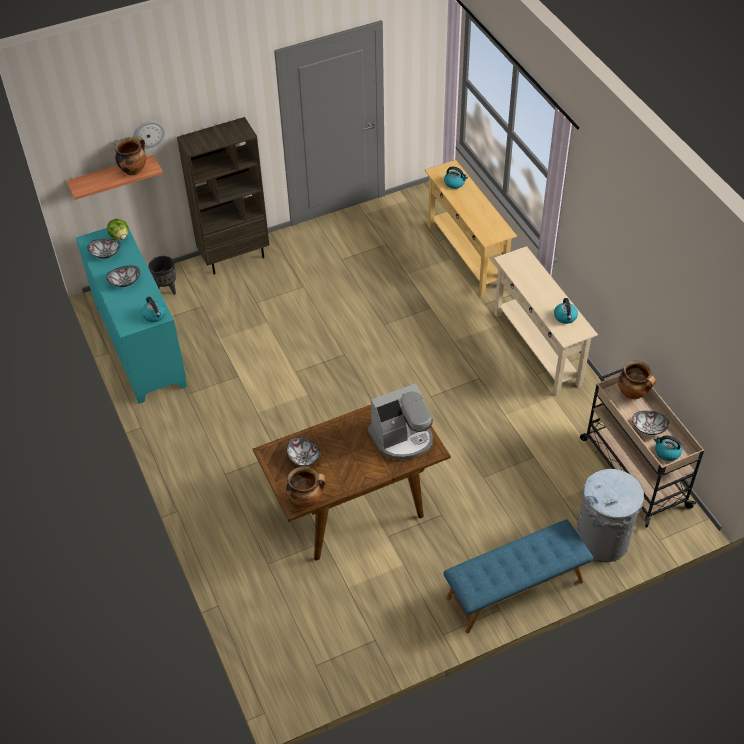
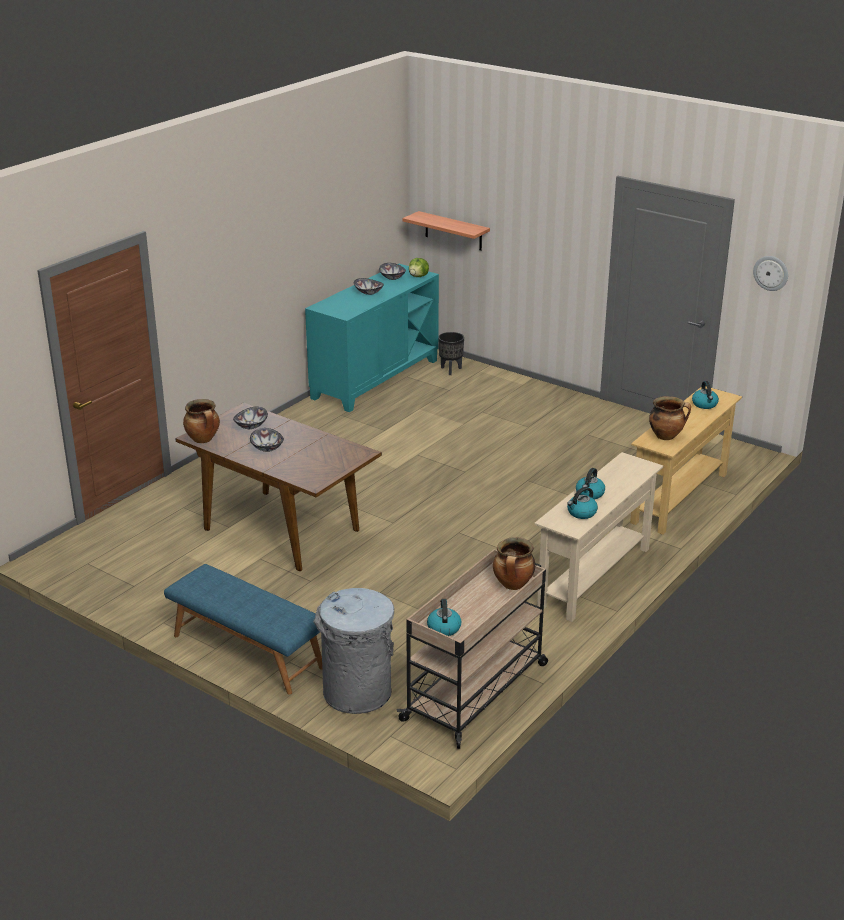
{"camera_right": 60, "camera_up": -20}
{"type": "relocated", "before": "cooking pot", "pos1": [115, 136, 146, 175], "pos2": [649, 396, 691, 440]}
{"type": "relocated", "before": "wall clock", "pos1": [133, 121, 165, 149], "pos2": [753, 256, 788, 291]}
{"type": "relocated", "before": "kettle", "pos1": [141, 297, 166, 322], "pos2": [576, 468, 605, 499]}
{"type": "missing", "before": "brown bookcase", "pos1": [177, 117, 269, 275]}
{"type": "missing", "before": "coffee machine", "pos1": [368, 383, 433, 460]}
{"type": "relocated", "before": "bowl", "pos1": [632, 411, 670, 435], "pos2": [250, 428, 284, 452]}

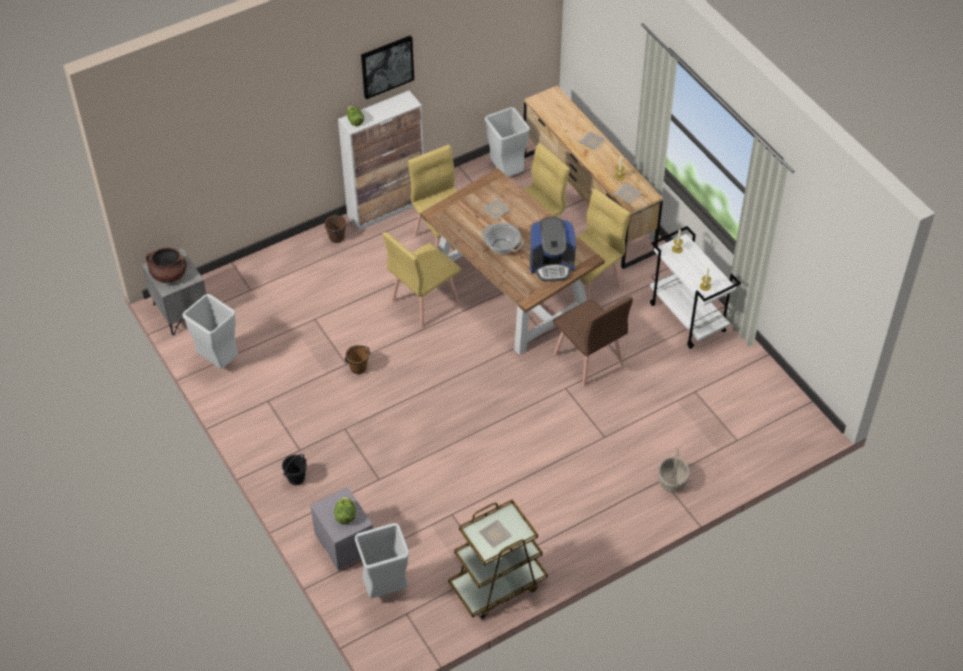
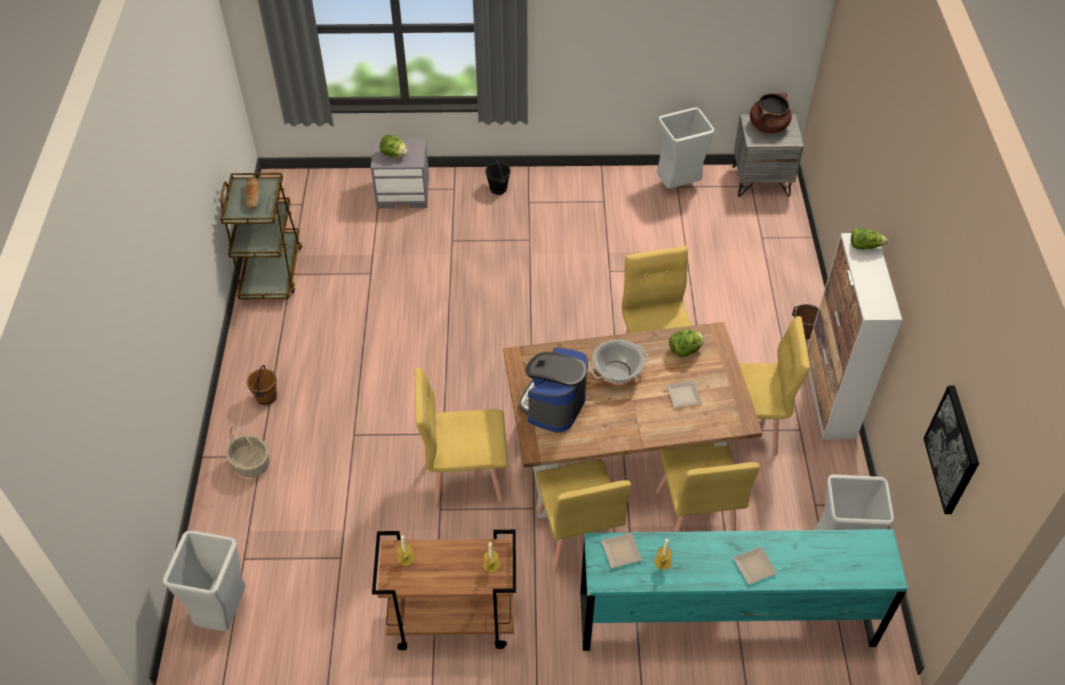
{"camera_right": 120, "camera_up": 0}
{"type": "relocated", "before": "brown bucket", "pos1": [345, 345, 370, 374], "pos2": [247, 365, 277, 405]}
{"type": "relocated", "before": "grey trash can", "pos1": [355, 523, 409, 598], "pos2": [163, 530, 246, 632]}
{"type": "relocated", "before": "picture", "pos1": [361, 36, 414, 99], "pos2": [923, 386, 979, 514]}
{"type": "exchanged", "before": "plate", "after": "bread", "pos1": [479, 520, 512, 548], "pos2": [245, 177, 260, 210]}
{"type": "colour", "before": "brown dresser", "after": "turquoise dresser", "pos1": [524, 86, 663, 269], "pos2": [580, 529, 908, 651]}
{"type": "colour", "before": "brown chair", "after": "yellow chair", "pos1": [553, 296, 633, 386], "pos2": [415, 367, 508, 507]}
{"type": "colour", "before": "white cart", "after": "brown cart", "pos1": [650, 226, 741, 349], "pos2": [372, 530, 516, 650]}
{"type": "appeared", "after": "lettuce", "pos2": [669, 330, 705, 357]}

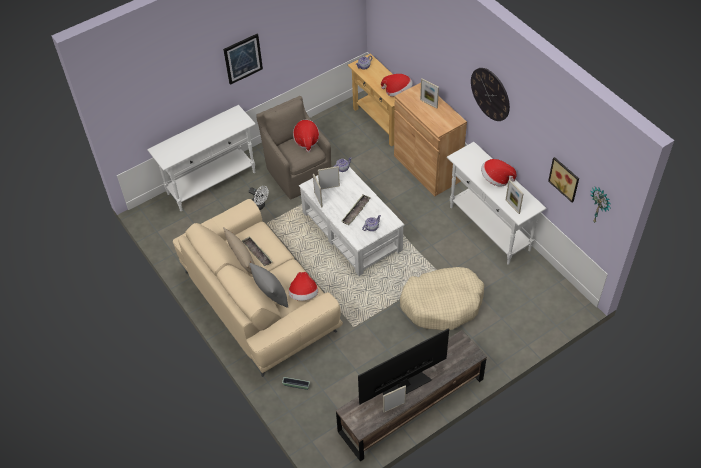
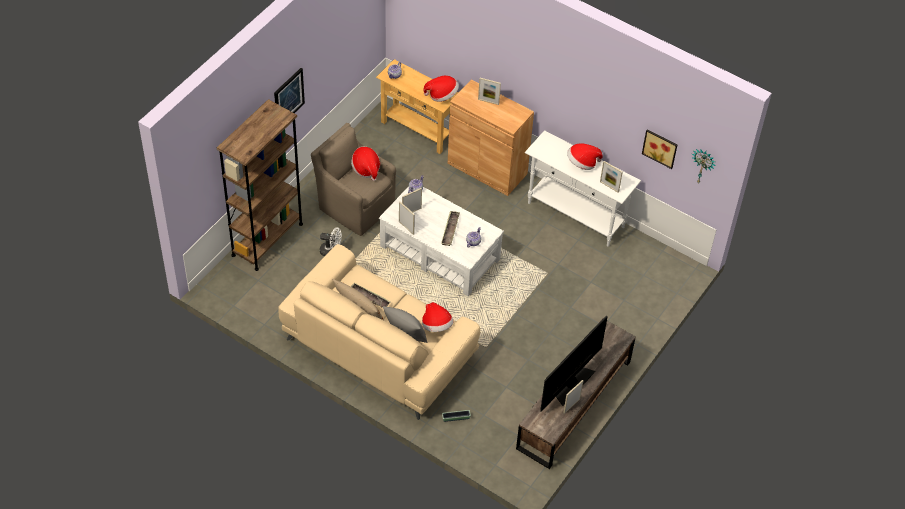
{"camera_right": -25, "camera_up": 0}
{"type": "exchanged", "before": "white console table", "after": "brown bookcase", "pos1": [147, 105, 256, 211], "pos2": [217, 99, 303, 271]}
{"type": "missing", "before": "beige dog bed", "pos1": [400, 267, 484, 330]}
{"type": "missing", "before": "wall clock", "pos1": [471, 68, 510, 121]}

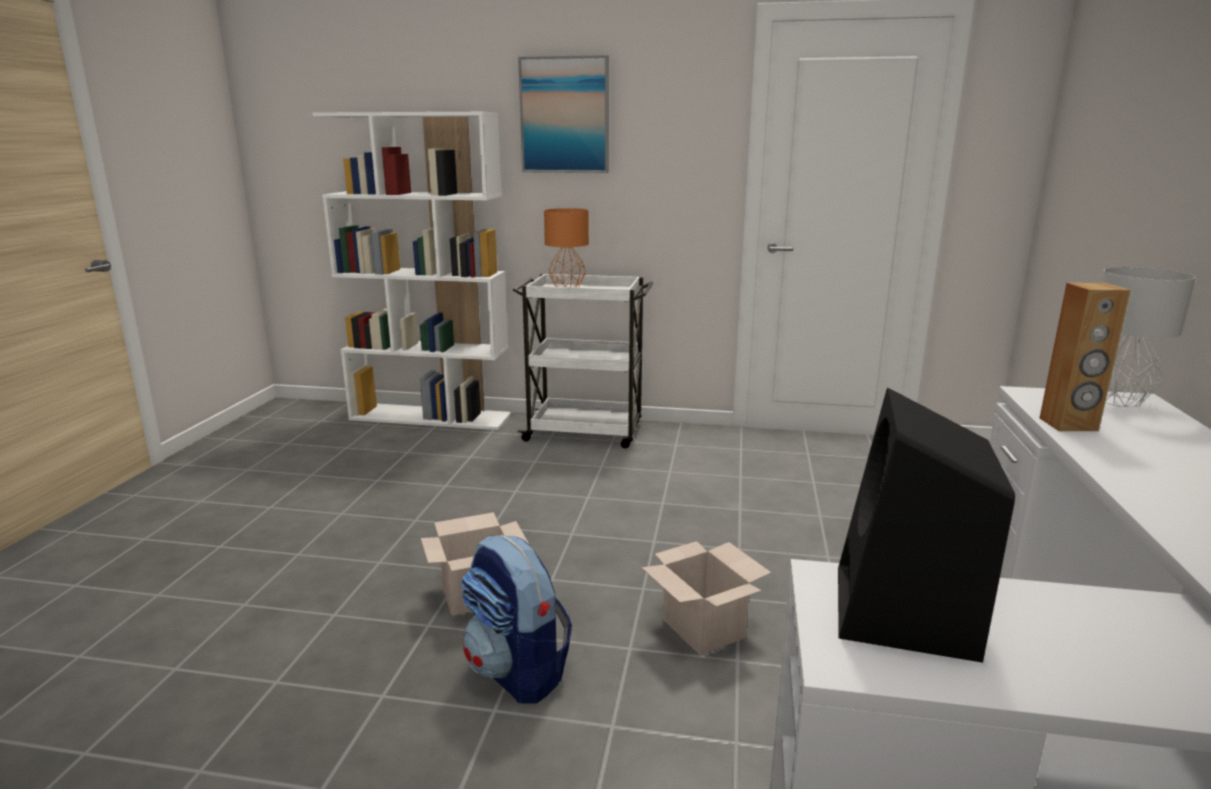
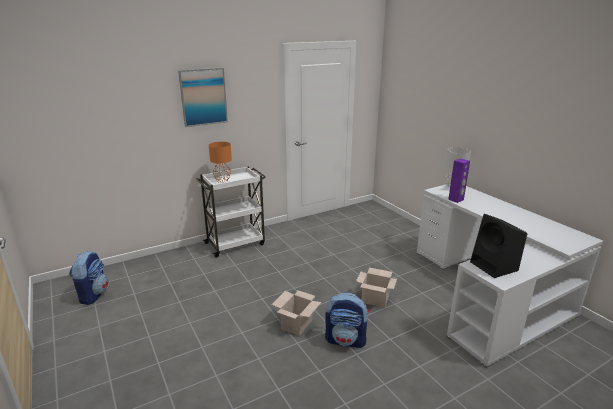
{"camera_right": -40, "camera_up": 5}
{"type": "missing", "before": "white bookcase", "pos1": [313, 112, 511, 430]}
{"type": "colour", "before": "brown speaker", "after": "purple speaker", "pos1": [1039, 283, 1131, 431], "pos2": [448, 158, 470, 203]}
{"type": "appeared", "after": "backpack", "pos2": [69, 251, 108, 305]}

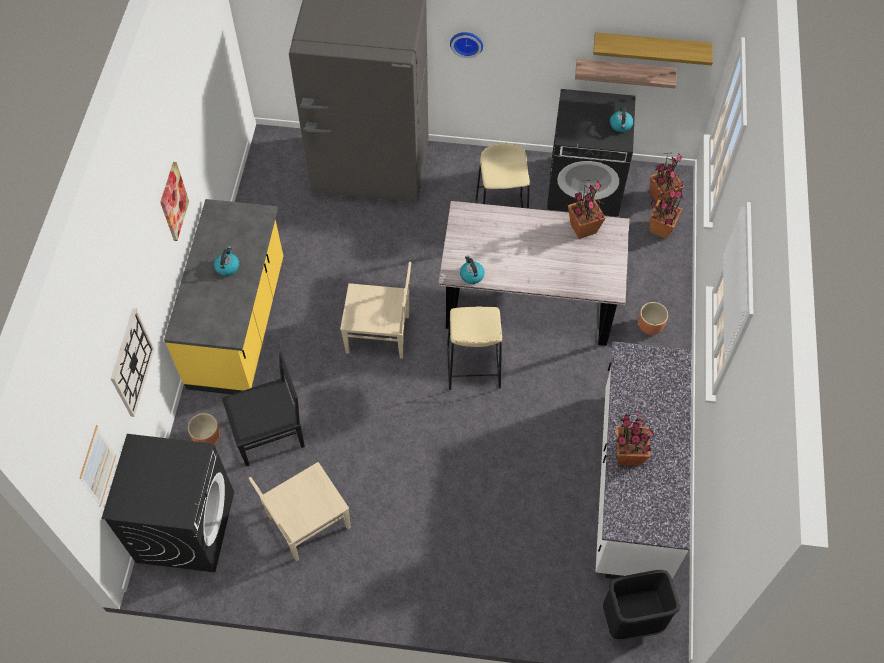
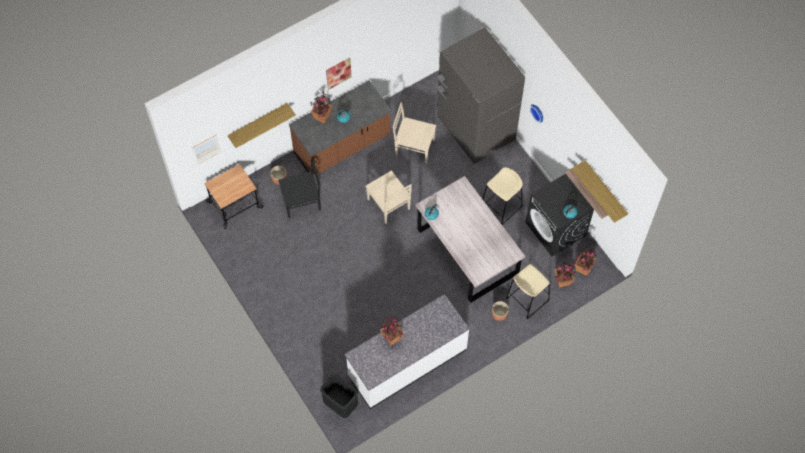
{"camera_right": 50, "camera_up": 5}
{"type": "exchanged", "before": "black washing machine", "after": "cart", "pos1": [101, 434, 234, 572], "pos2": [204, 164, 263, 229]}
{"type": "exchanged", "before": "wall clock", "after": "shelf", "pos1": [111, 308, 155, 417], "pos2": [228, 103, 296, 148]}
{"type": "colour", "before": "yellow counter", "after": "brown counter", "pos1": [164, 199, 283, 394], "pos2": [289, 81, 392, 176]}
{"type": "spun", "before": "black chair", "pos1": [222, 352, 305, 467], "pos2": [278, 158, 321, 218], "turn": -45}
{"type": "relocated", "before": "beige chair", "pos1": [249, 462, 351, 562], "pos2": [393, 103, 436, 163]}
{"type": "relocated", "before": "beige stool", "pos1": [447, 307, 502, 390], "pos2": [506, 264, 550, 319]}
{"type": "relocated", "before": "potted plant", "pos1": [568, 180, 606, 239], "pos2": [311, 92, 333, 124]}

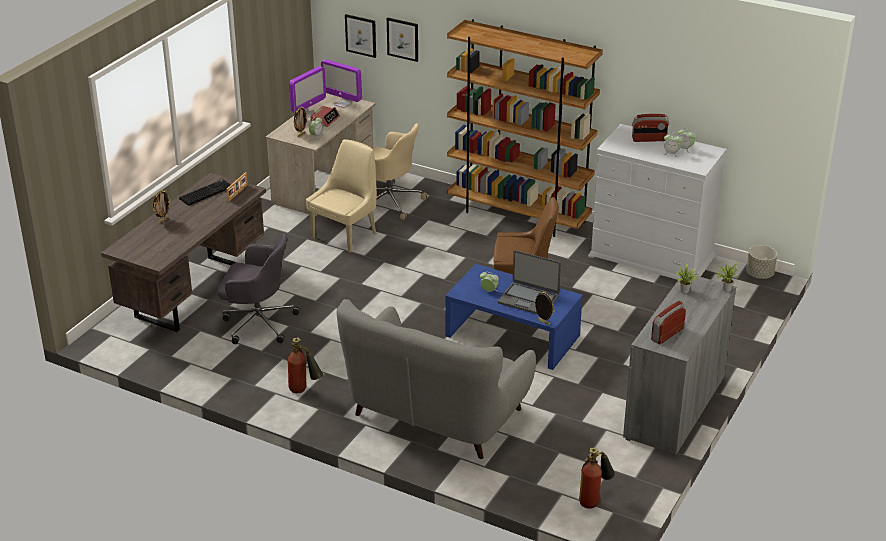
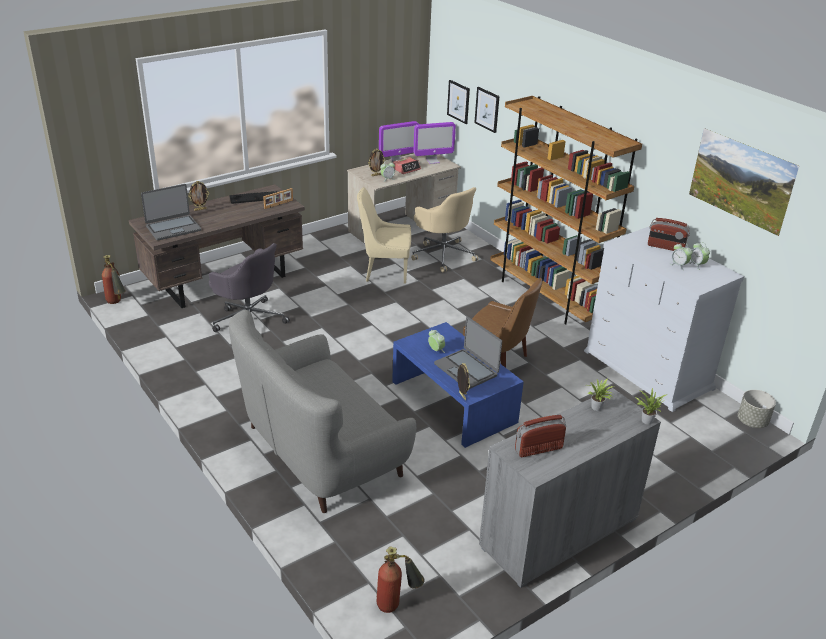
{"camera_right": 25, "camera_up": 0}
{"type": "relocated", "before": "fire extinguisher", "pos1": [288, 337, 323, 393], "pos2": [102, 255, 126, 304]}
{"type": "spun", "before": "beige chair", "pos1": [306, 139, 377, 252], "pos2": [357, 187, 411, 284], "turn": -150}
{"type": "spun", "before": "monitor", "pos1": [321, 59, 362, 108], "pos2": [413, 122, 456, 164], "turn": -75}
{"type": "appeared", "after": "laptop", "pos2": [141, 184, 201, 241]}
{"type": "appeared", "after": "picture", "pos2": [689, 128, 799, 236]}

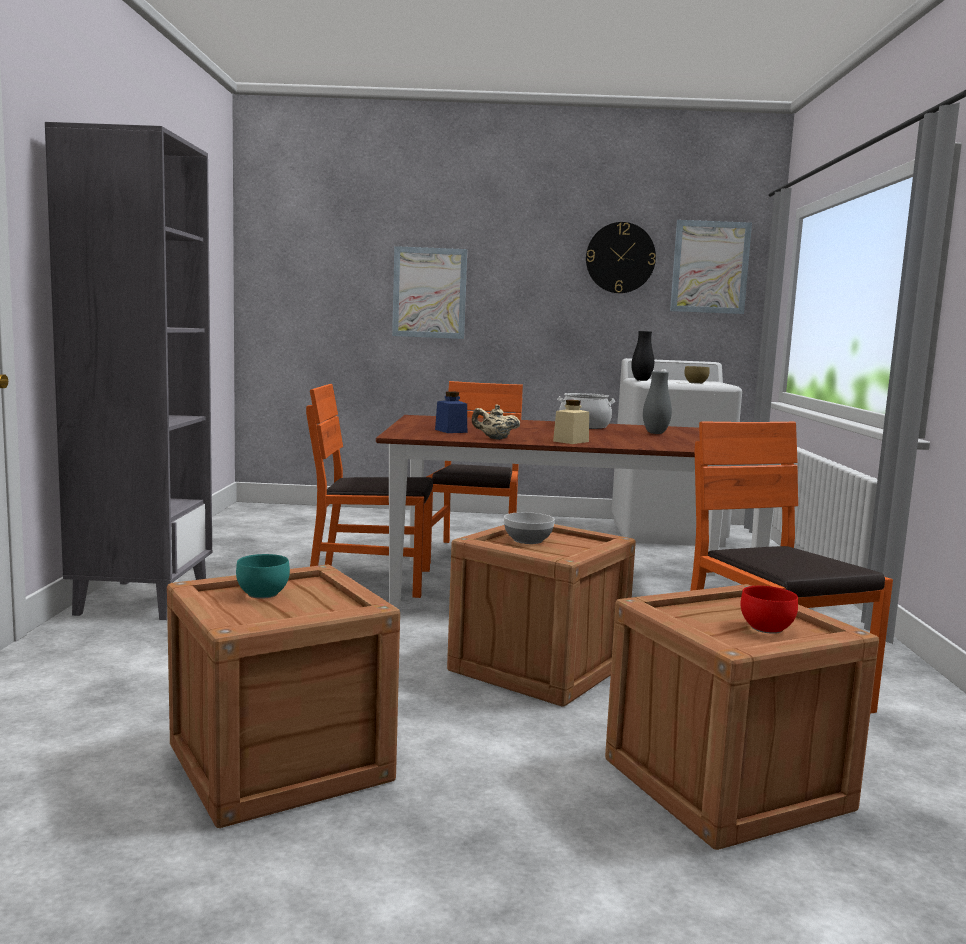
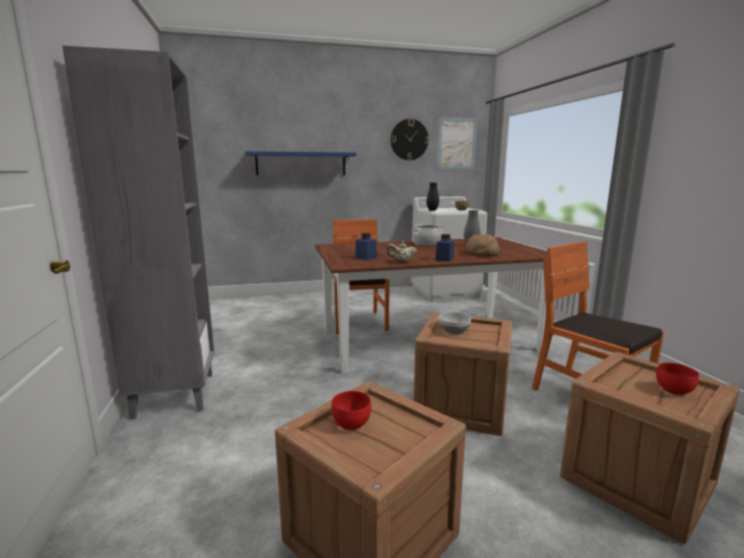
{"camera_right": -15, "camera_up": 5}
{"type": "colour", "before": "turquoise bowl", "after": "red bowl", "pos1": [236, 554, 290, 599], "pos2": [331, 391, 371, 431]}
{"type": "missing", "before": "orange chair", "pos1": [306, 384, 433, 598]}
{"type": "exchanged", "before": "picture", "after": "blue shelf", "pos1": [392, 246, 467, 339], "pos2": [245, 151, 357, 175]}
{"type": "colour", "before": "beige jar", "after": "blue jar", "pos1": [553, 400, 589, 444], "pos2": [435, 234, 454, 262]}
{"type": "appeared", "after": "bread", "pos2": [466, 234, 500, 256]}

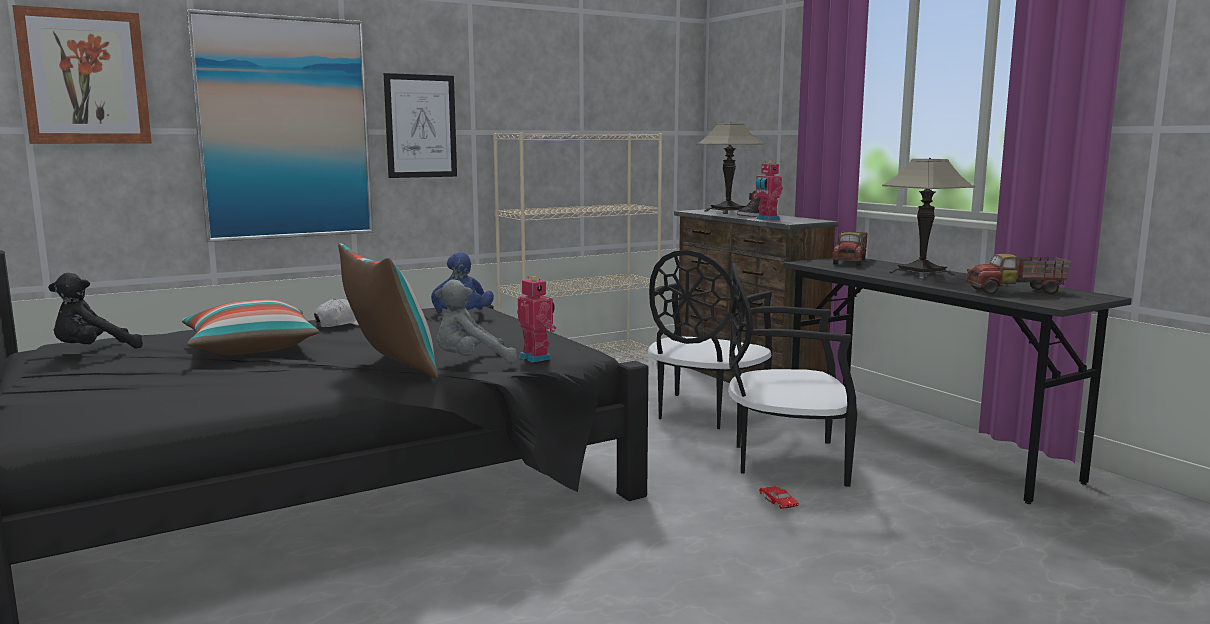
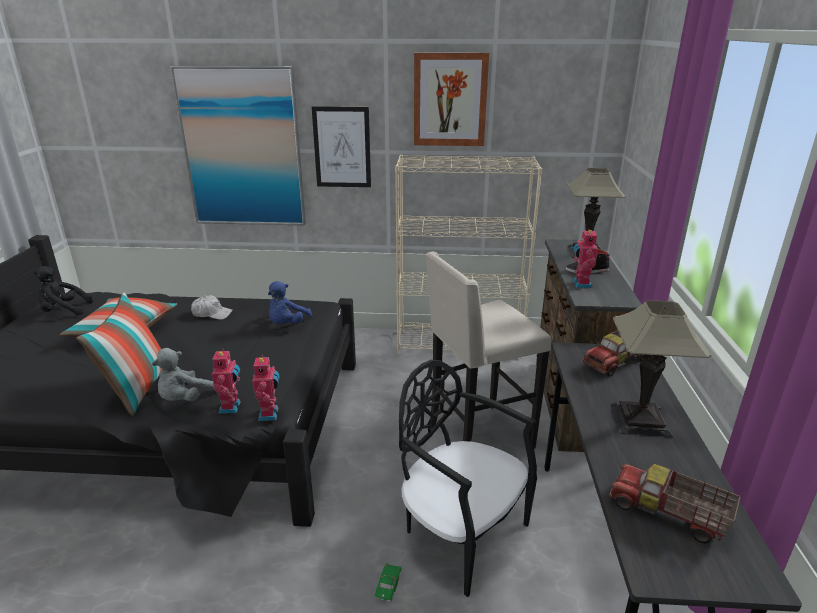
{"camera_right": 35, "camera_up": 15}
{"type": "relocated", "before": "picture", "pos1": [12, 5, 152, 144], "pos2": [414, 53, 489, 146]}
{"type": "spun", "before": "grey plush toy", "pos1": [435, 279, 517, 363], "pos2": [152, 348, 214, 401], "turn": -75}
{"type": "exchanged", "before": "black chair", "after": "beige stool", "pos1": [648, 250, 772, 429], "pos2": [426, 252, 551, 449]}
{"type": "colour", "before": "red toy car", "after": "green toy car", "pos1": [759, 486, 799, 509], "pos2": [375, 563, 402, 601]}
{"type": "appeared", "after": "toy robot", "pos2": [252, 355, 280, 421]}

